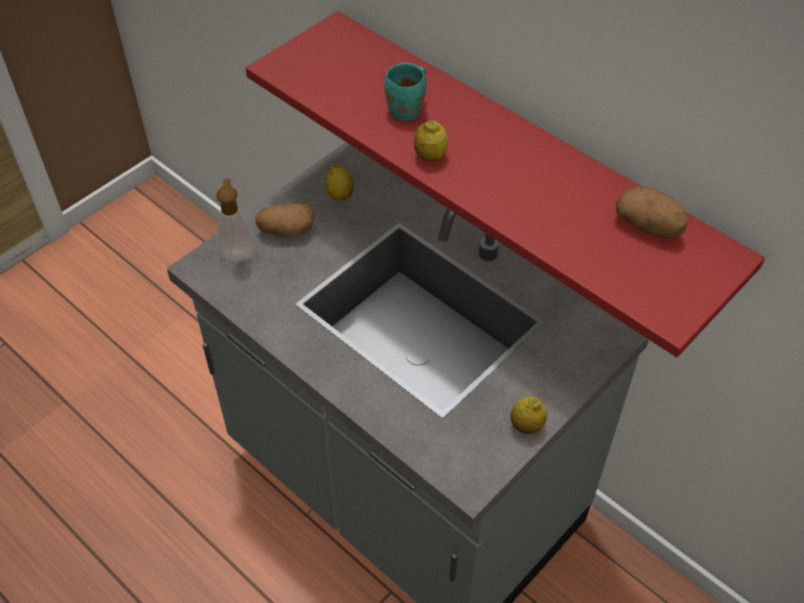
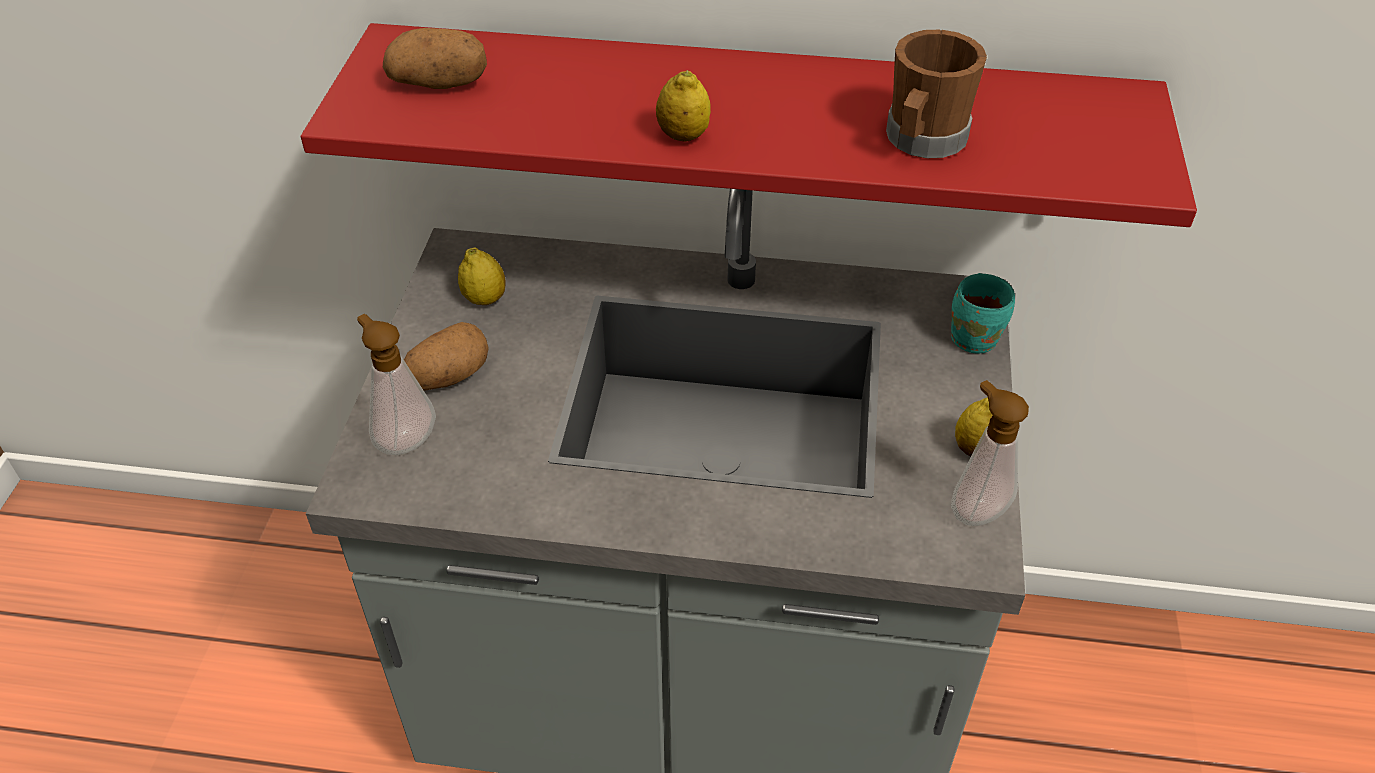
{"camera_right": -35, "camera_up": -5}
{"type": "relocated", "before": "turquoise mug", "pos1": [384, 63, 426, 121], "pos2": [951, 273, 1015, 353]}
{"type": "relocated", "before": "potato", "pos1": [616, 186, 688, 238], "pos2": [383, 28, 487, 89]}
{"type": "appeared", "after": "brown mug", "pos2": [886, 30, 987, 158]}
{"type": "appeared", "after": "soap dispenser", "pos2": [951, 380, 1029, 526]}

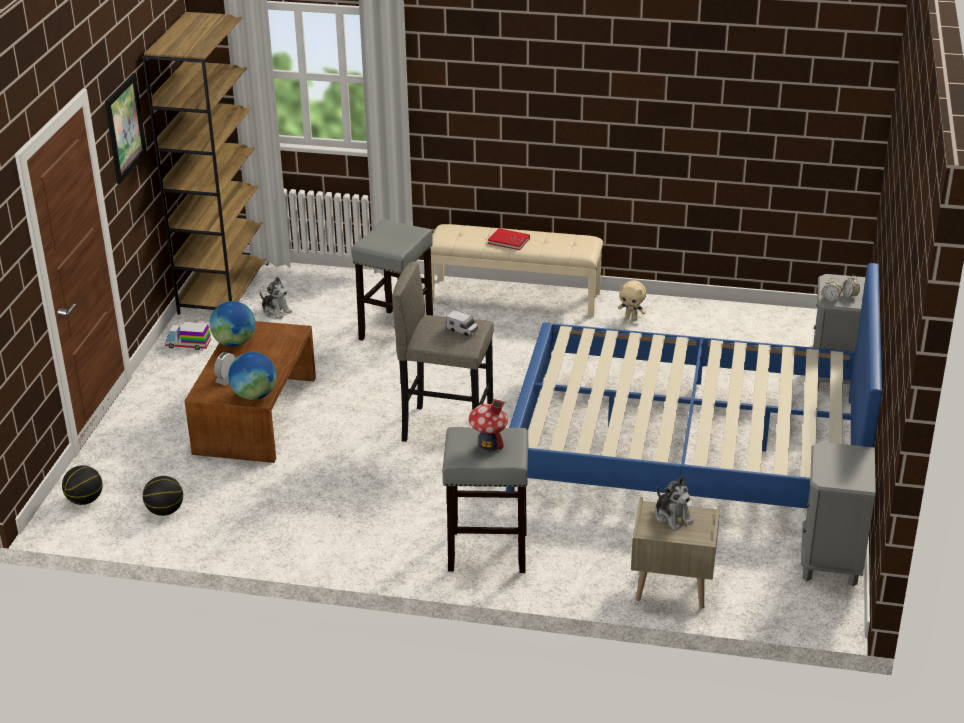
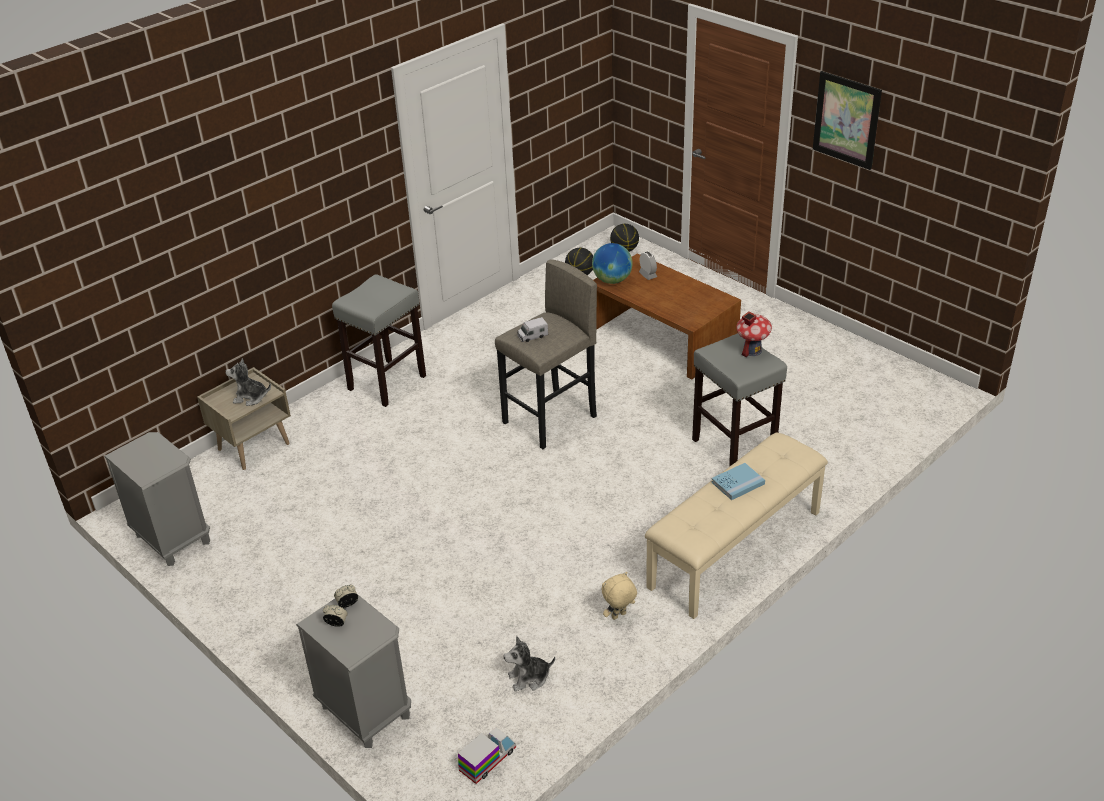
{"camera_right": 125, "camera_up": 5}
{"type": "missing", "before": "brown bookcase", "pos1": [143, 12, 269, 315]}
{"type": "relocated", "before": "toy truck", "pos1": [165, 322, 211, 350], "pos2": [458, 727, 516, 784]}
{"type": "missing", "before": "globe", "pos1": [209, 301, 256, 347]}
{"type": "relocated", "before": "plush toy", "pos1": [260, 277, 292, 319], "pos2": [504, 636, 555, 692]}
{"type": "relocated", "before": "toy house", "pos1": [469, 399, 508, 452], "pos2": [736, 311, 772, 357]}
{"type": "colour", "before": "red book", "after": "blue book", "pos1": [488, 228, 530, 250], "pos2": [711, 463, 765, 500]}
{"type": "missing", "before": "blue bed", "pos1": [506, 263, 882, 509]}

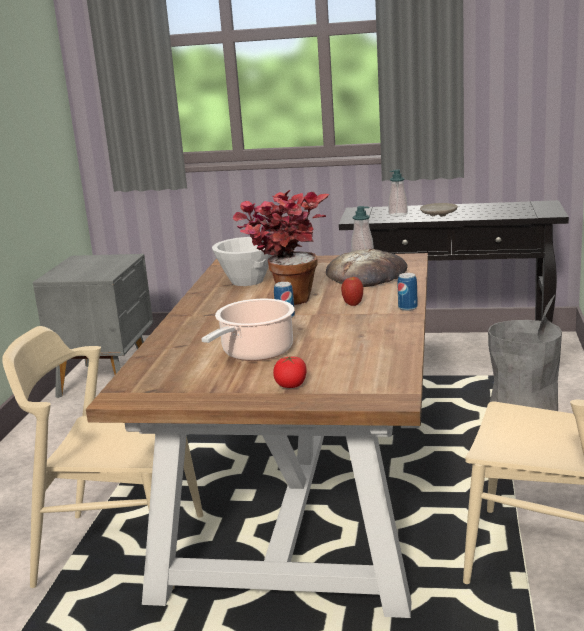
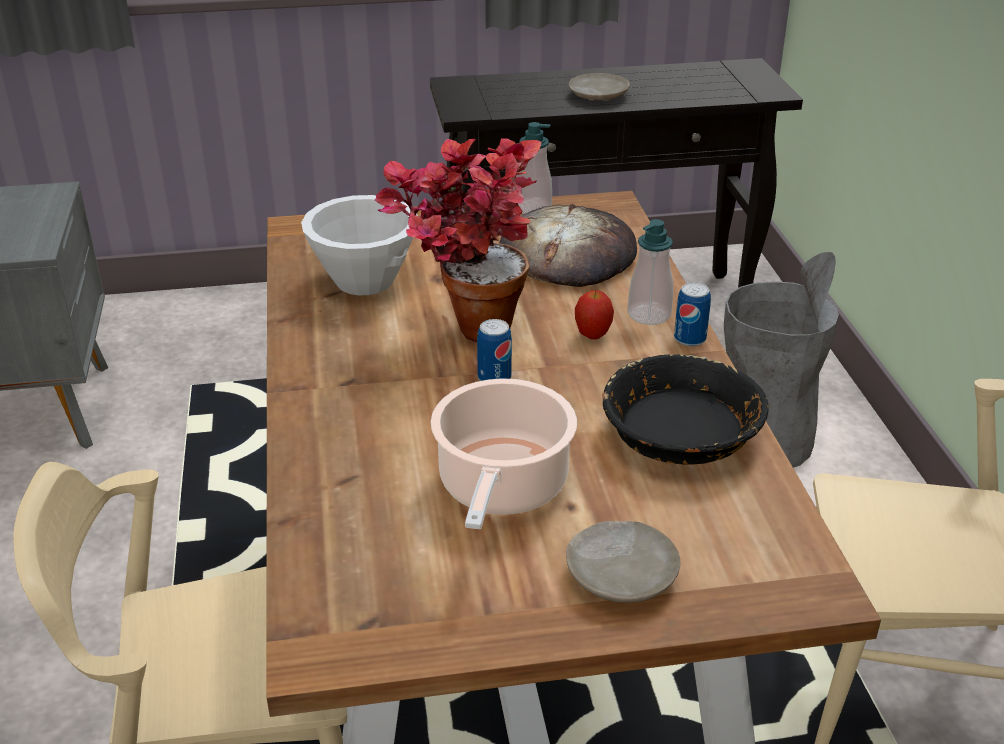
{"camera_right": -20, "camera_up": 15}
{"type": "exchanged", "before": "tomato", "after": "beige plate", "pos1": [273, 356, 307, 388], "pos2": [566, 521, 680, 603]}
{"type": "relocated", "before": "soap dispenser", "pos1": [388, 169, 408, 216], "pos2": [627, 219, 673, 325]}
{"type": "appeared", "after": "black bowl", "pos2": [602, 354, 769, 465]}

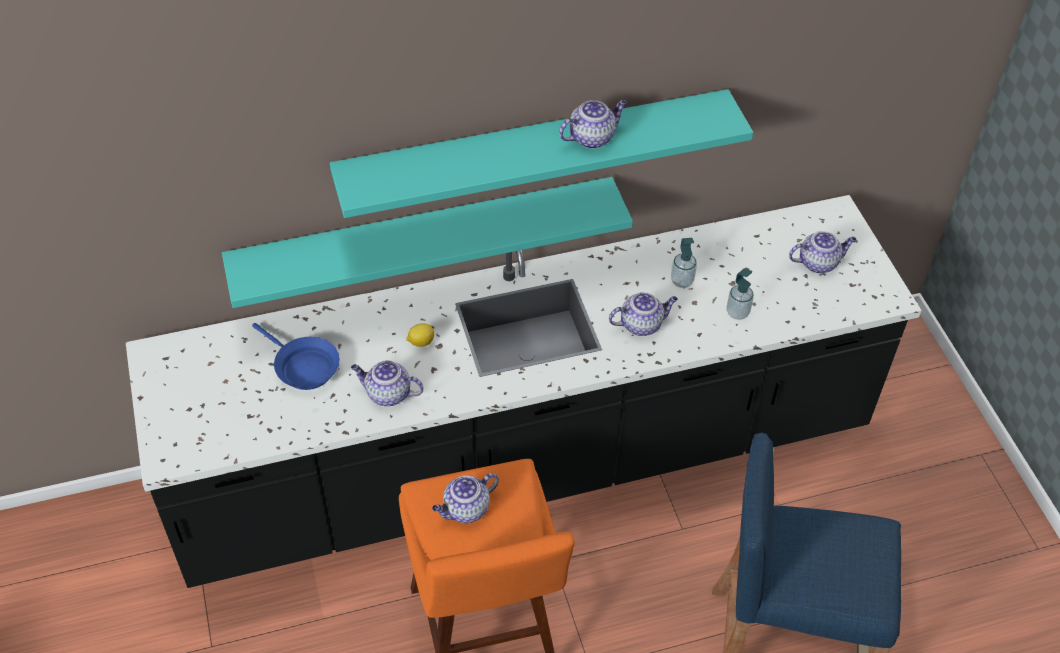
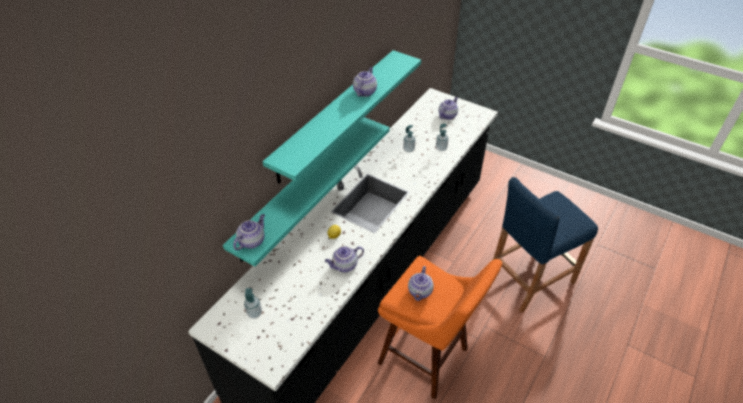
{"camera_right": -40, "camera_up": -5}
{"type": "missing", "before": "blue frying pan", "pos1": [252, 323, 340, 390]}
{"type": "relocated", "before": "teapot", "pos1": [609, 292, 678, 336], "pos2": [233, 214, 265, 250]}
{"type": "appeared", "after": "soap dispenser", "pos2": [244, 288, 262, 319]}

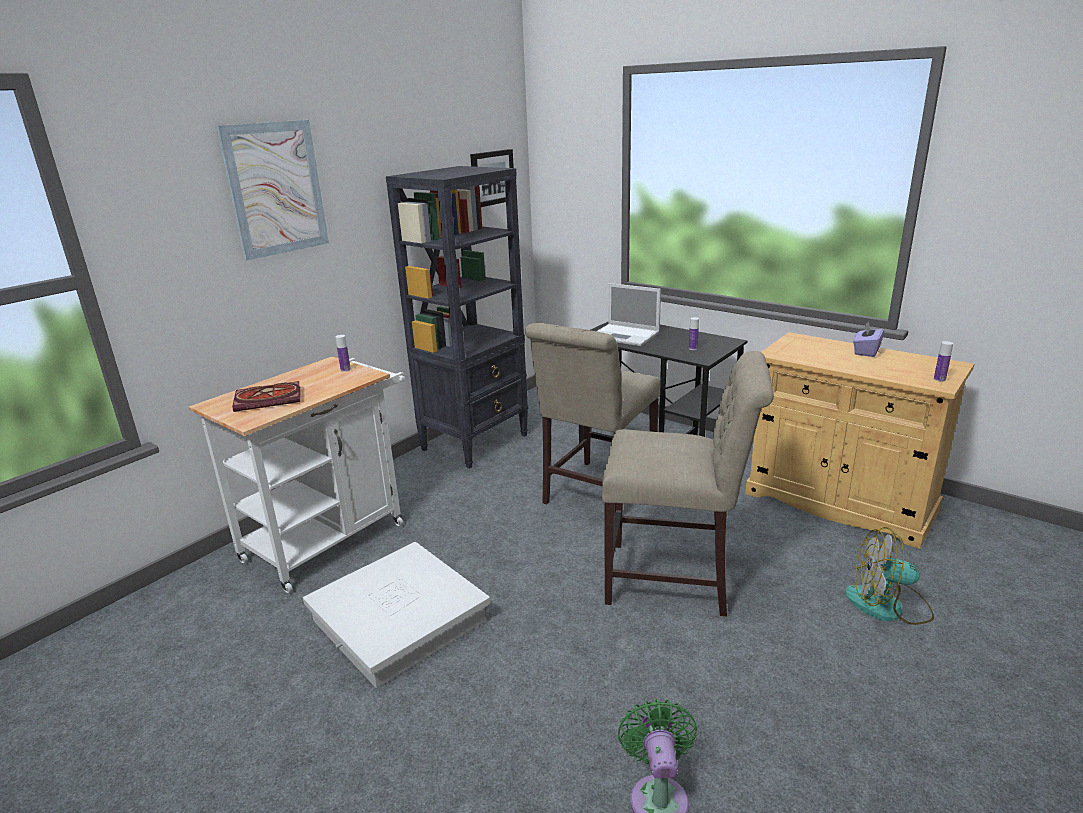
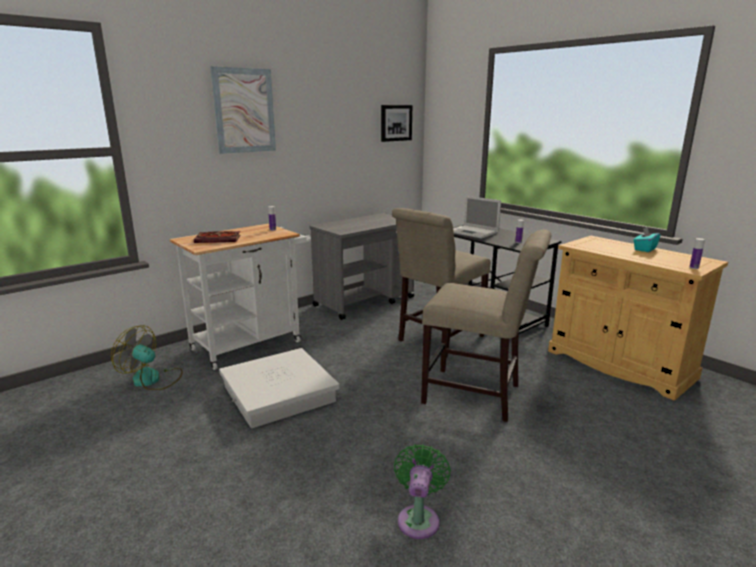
{"camera_right": 10, "camera_up": -5}
{"type": "exchanged", "before": "black bookcase", "after": "grey cart", "pos1": [386, 166, 528, 469], "pos2": [310, 213, 414, 320]}
{"type": "relocated", "before": "fan", "pos1": [845, 527, 934, 625], "pos2": [111, 325, 183, 390]}
{"type": "colour", "before": "purple tissue box", "after": "turquoise tissue box", "pos1": [853, 321, 884, 357], "pos2": [633, 227, 660, 252]}

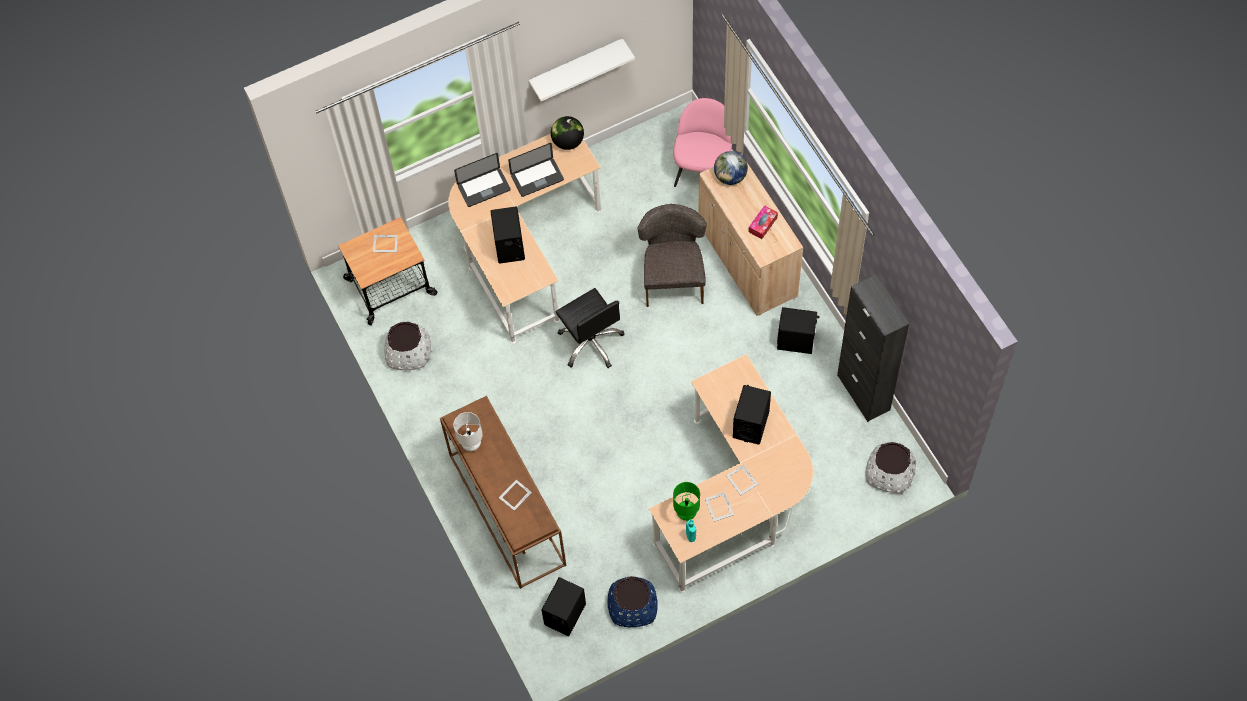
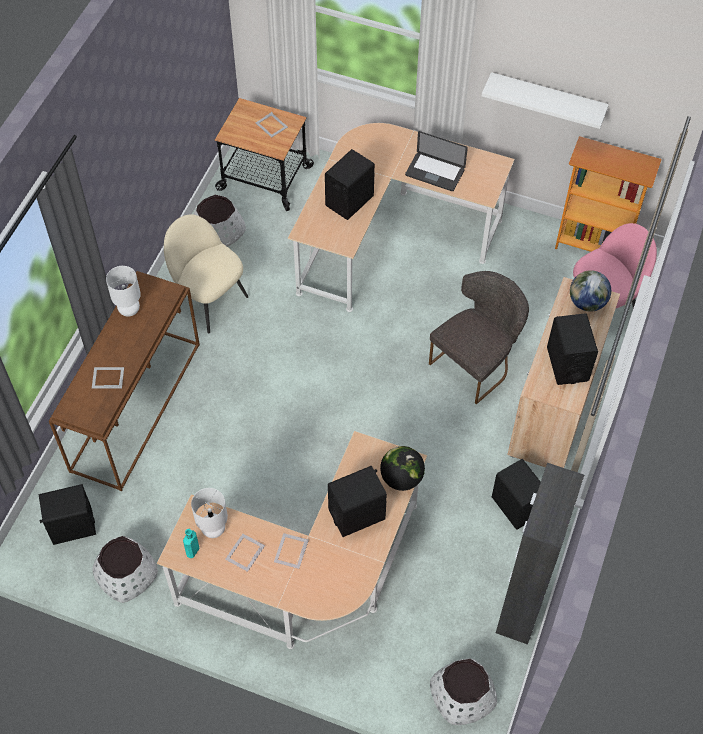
{"camera_right": 45, "camera_up": -5}
{"type": "missing", "before": "laptop", "pos1": [454, 153, 511, 207]}
{"type": "relocated", "before": "globe", "pos1": [551, 116, 584, 150], "pos2": [380, 446, 425, 491]}
{"type": "missing", "before": "black office chair", "pos1": [556, 288, 624, 368]}
{"type": "colour", "before": "blue planter", "after": "white planter", "pos1": [608, 576, 658, 627], "pos2": [92, 536, 158, 603]}
{"type": "colour", "before": "green table lamp", "after": "white table lamp", "pos1": [673, 482, 700, 521], "pos2": [191, 488, 228, 538]}
{"type": "exchanged", "before": "tissue box", "after": "black speaker", "pos1": [749, 205, 778, 239], "pos2": [547, 313, 598, 385]}
{"type": "appeared", "after": "beige chair", "pos2": [164, 214, 248, 333]}
{"type": "appeared", "after": "bookcase", "pos2": [555, 136, 662, 252]}

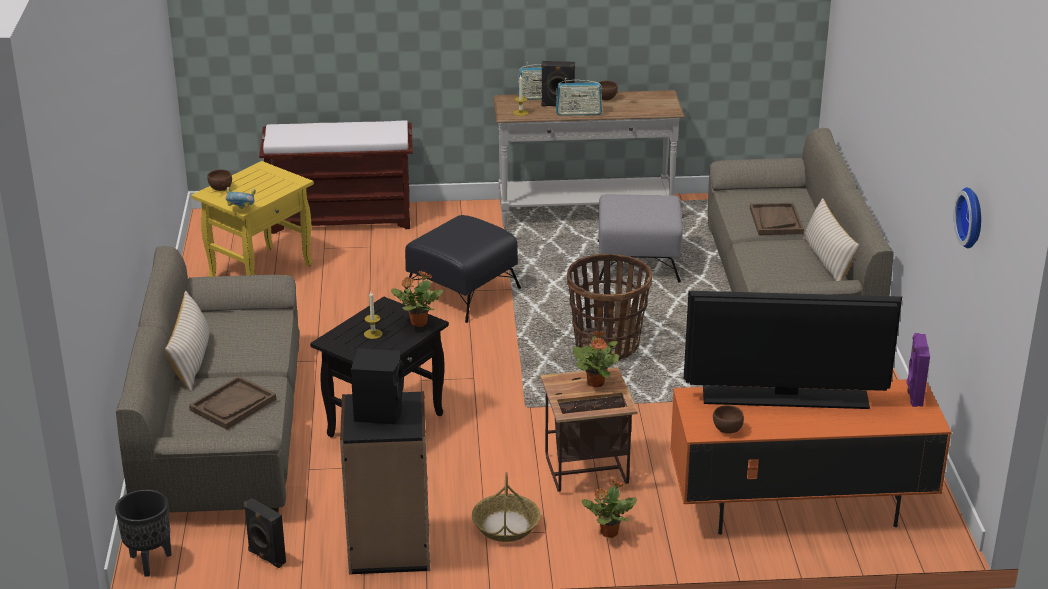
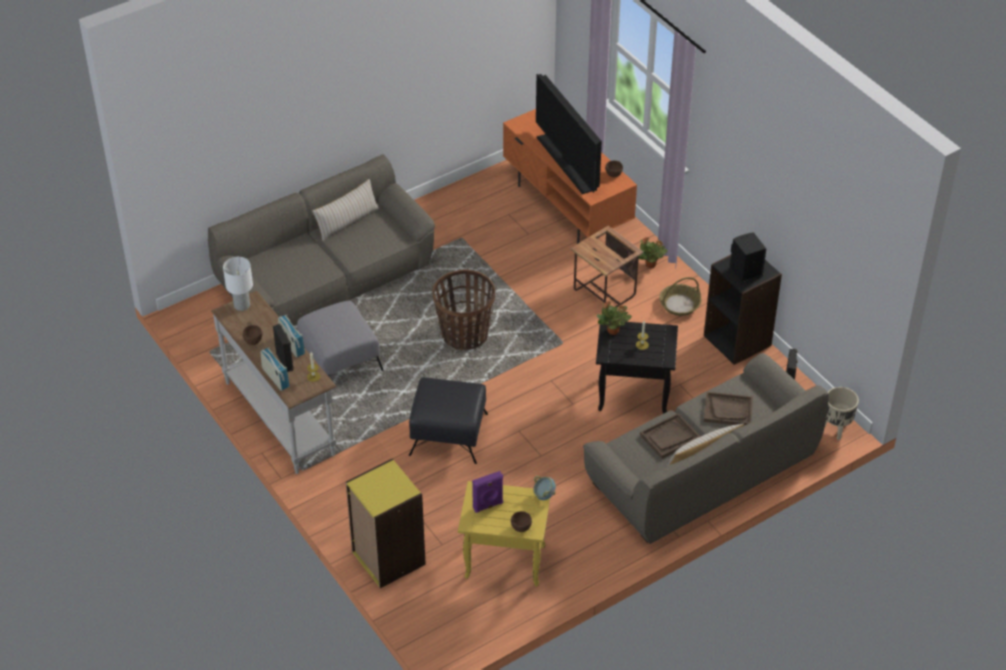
{"camera_right": -120, "camera_up": 15}
{"type": "colour", "before": "black planter", "after": "beige planter", "pos1": [115, 489, 171, 577], "pos2": [825, 387, 859, 440]}
{"type": "exchanged", "before": "brown bench", "after": "yellow bookcase", "pos1": [259, 120, 413, 234], "pos2": [346, 458, 426, 588]}
{"type": "missing", "before": "potted plant", "pos1": [573, 331, 620, 387]}
{"type": "relocated", "before": "brown tray", "pos1": [750, 203, 804, 235], "pos2": [640, 413, 701, 459]}
{"type": "relocated", "before": "purple speaker", "pos1": [907, 333, 930, 407], "pos2": [472, 471, 503, 513]}
{"type": "missing", "before": "wall clock", "pos1": [954, 187, 981, 248]}
{"type": "appeared", "after": "white table lamp", "pos2": [223, 257, 253, 311]}

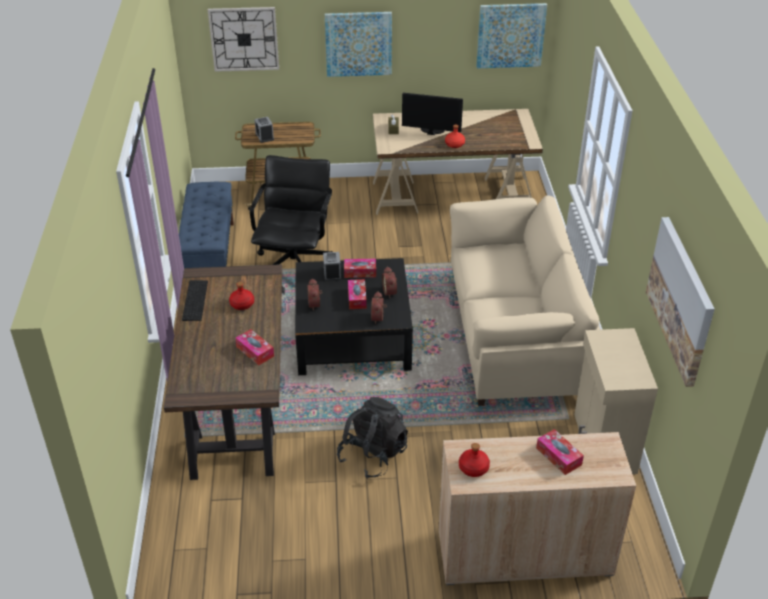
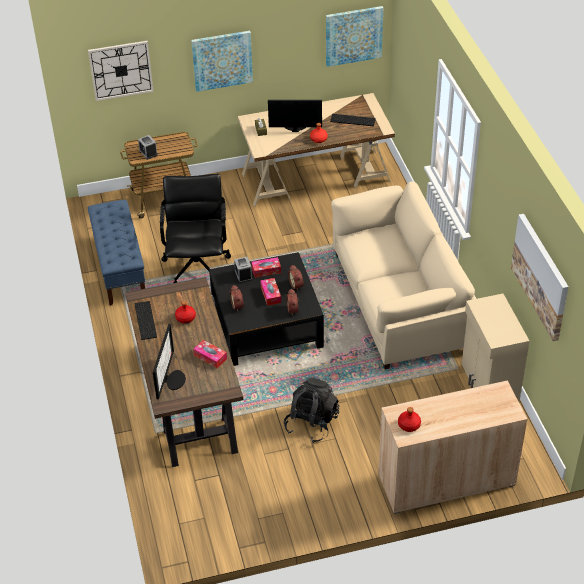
{"camera_right": -10, "camera_up": 5}
{"type": "missing", "before": "tissue box", "pos1": [536, 429, 584, 475]}
{"type": "appeared", "after": "monitor", "pos2": [153, 324, 186, 399]}
{"type": "appeared", "after": "keyboard", "pos2": [330, 114, 376, 126]}

